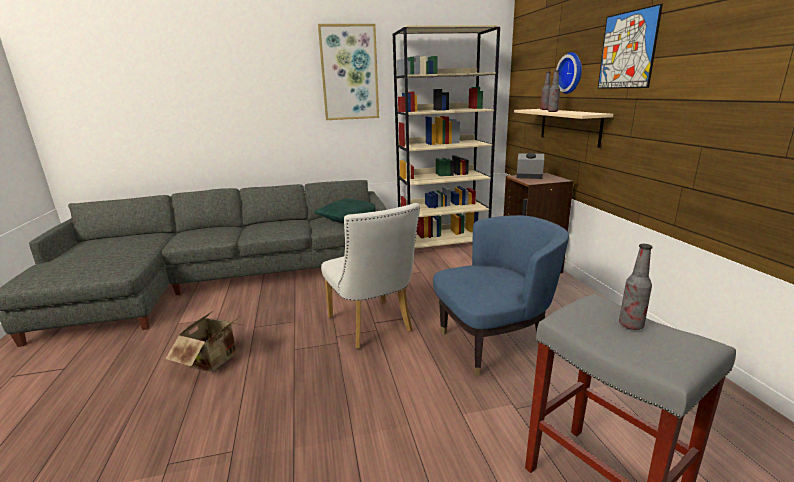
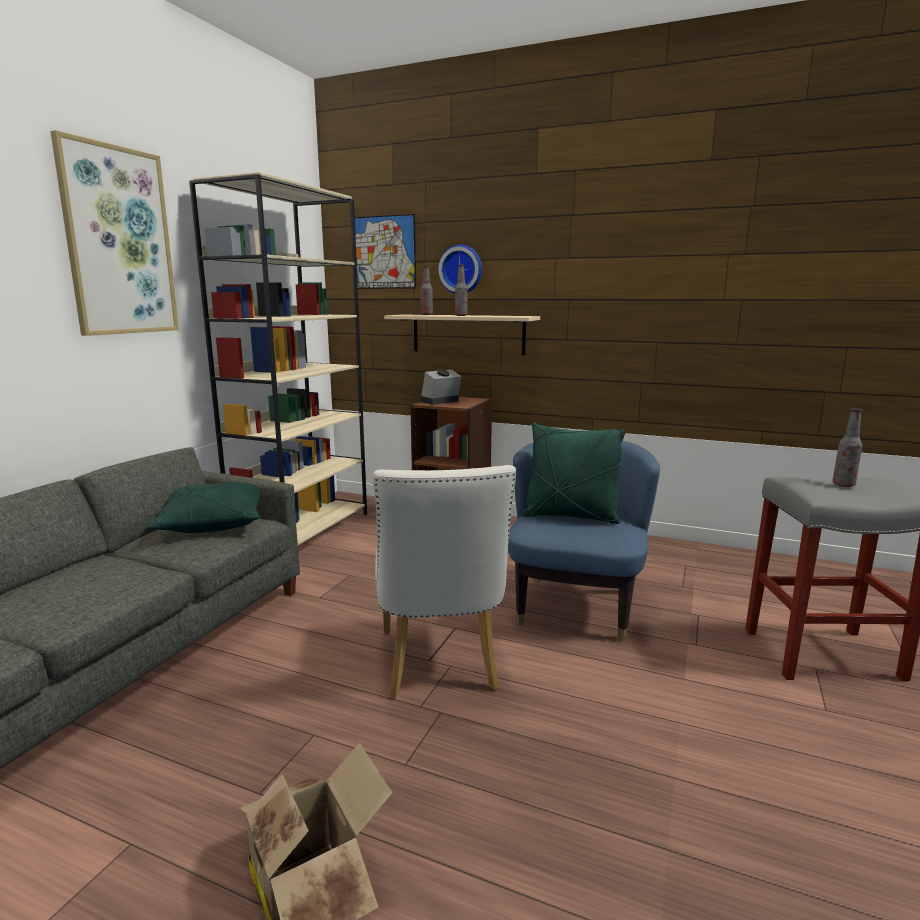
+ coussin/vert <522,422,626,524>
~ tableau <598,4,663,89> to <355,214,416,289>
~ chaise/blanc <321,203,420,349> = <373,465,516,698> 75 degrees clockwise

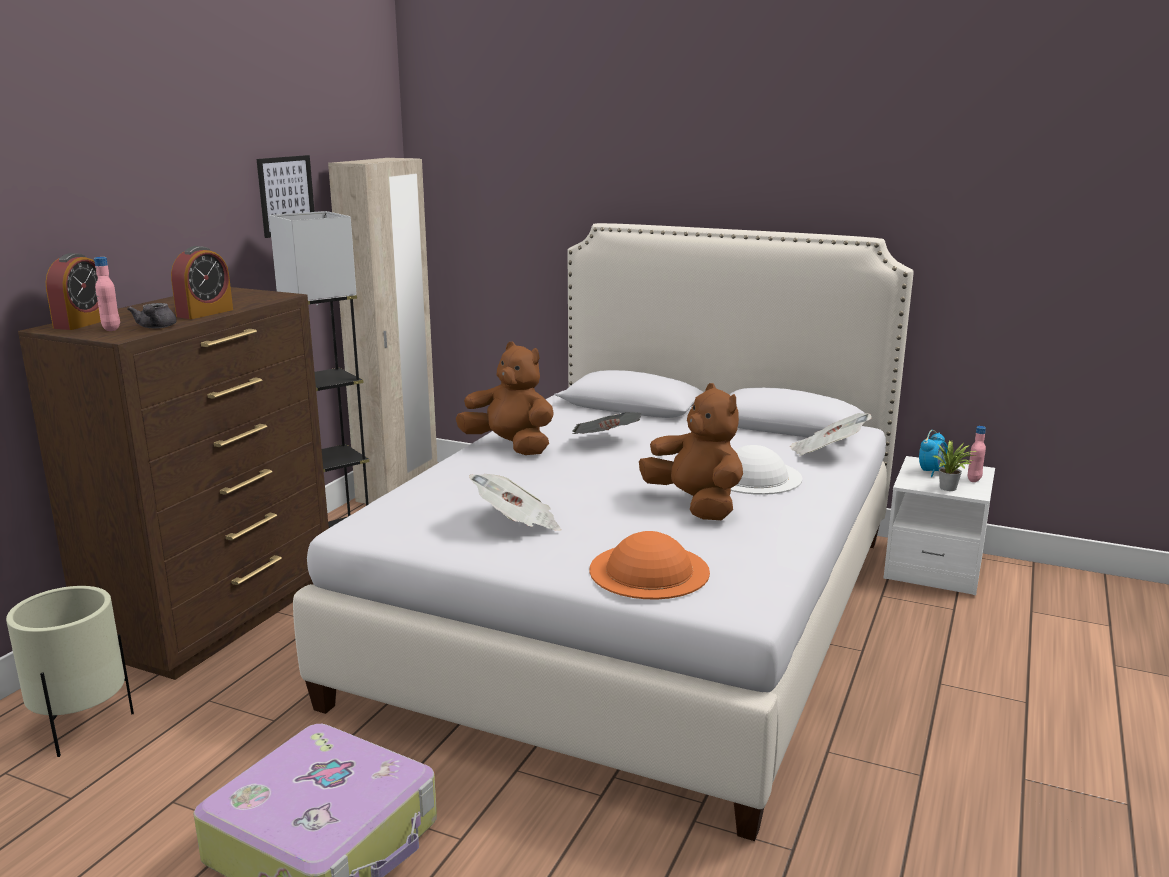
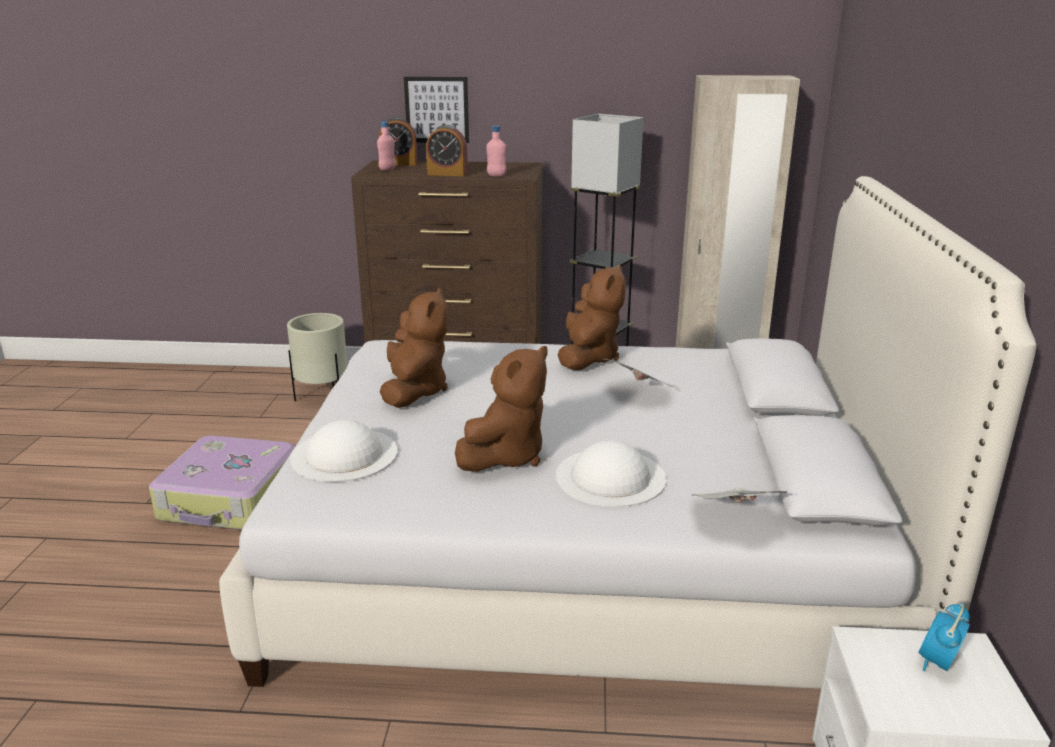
- théière/gris <127,303,176,328>
- plante en pot <933,441,978,491>
~ tableau <257,155,315,238> to <404,77,469,143>
~ bouteille/rose <968,426,986,482> to <486,126,507,177>
~ journal <469,474,561,531> to peluche/marron <380,287,448,408>
~ chapeau/orange <589,531,710,599> to chapeau/blanc <290,420,398,482>
~ réveil <919,430,948,477> = <918,603,970,672> 105 degrees clockwise

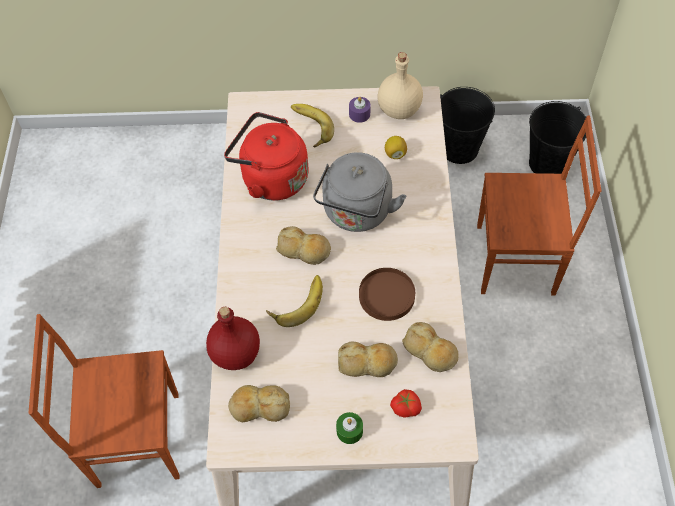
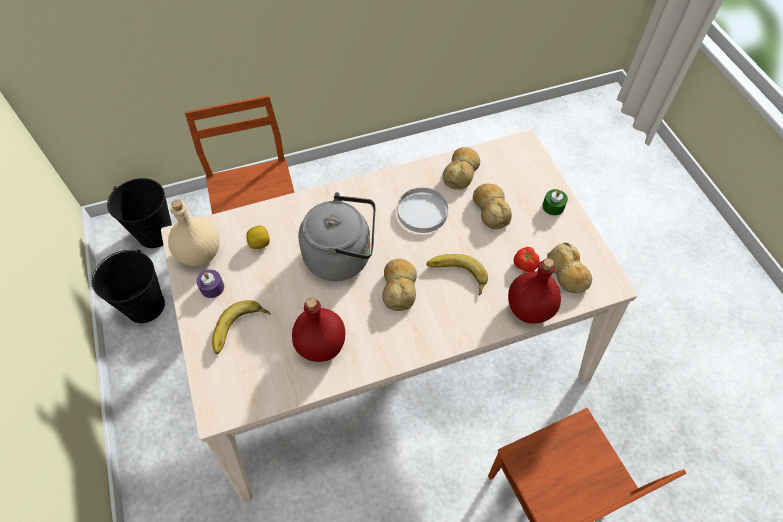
~ tomate <390,389,422,418> to <514,247,540,272>
~ bouilloire/rouge <224,112,309,201> to bouteille/rouge <292,298,345,362>
~ assiette/marron <359,268,415,321> to assiette/blanc <397,188,448,233>

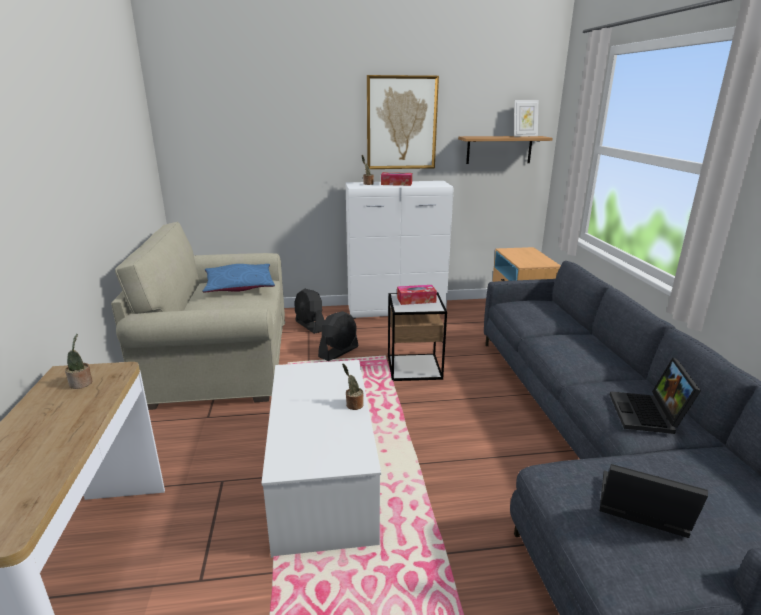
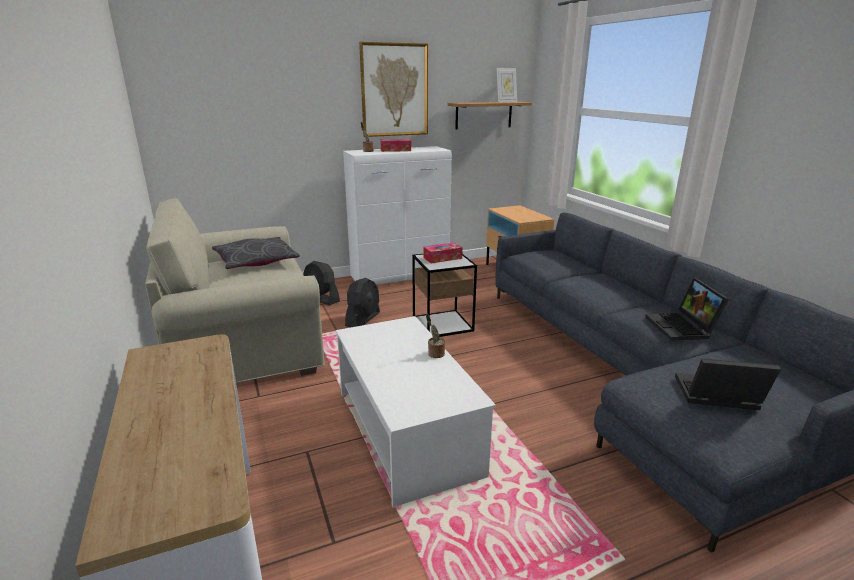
- plante en pot <65,334,92,389>
~ coussin/bleu <203,264,275,293> to coussin/gris <212,237,300,269>

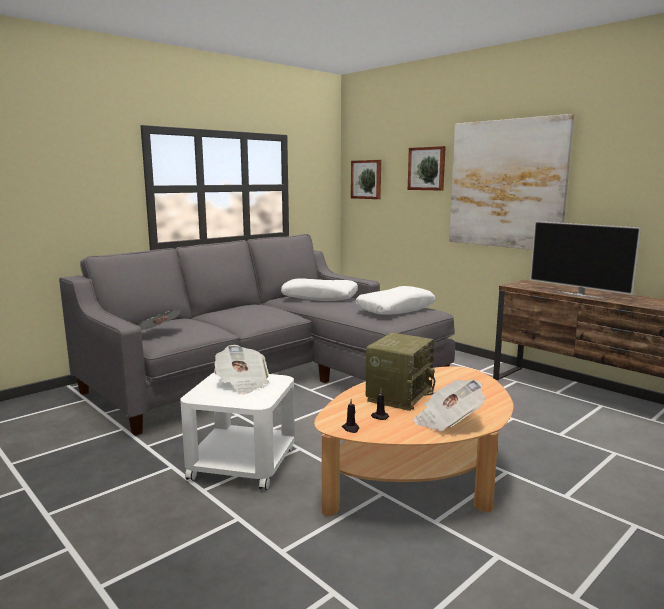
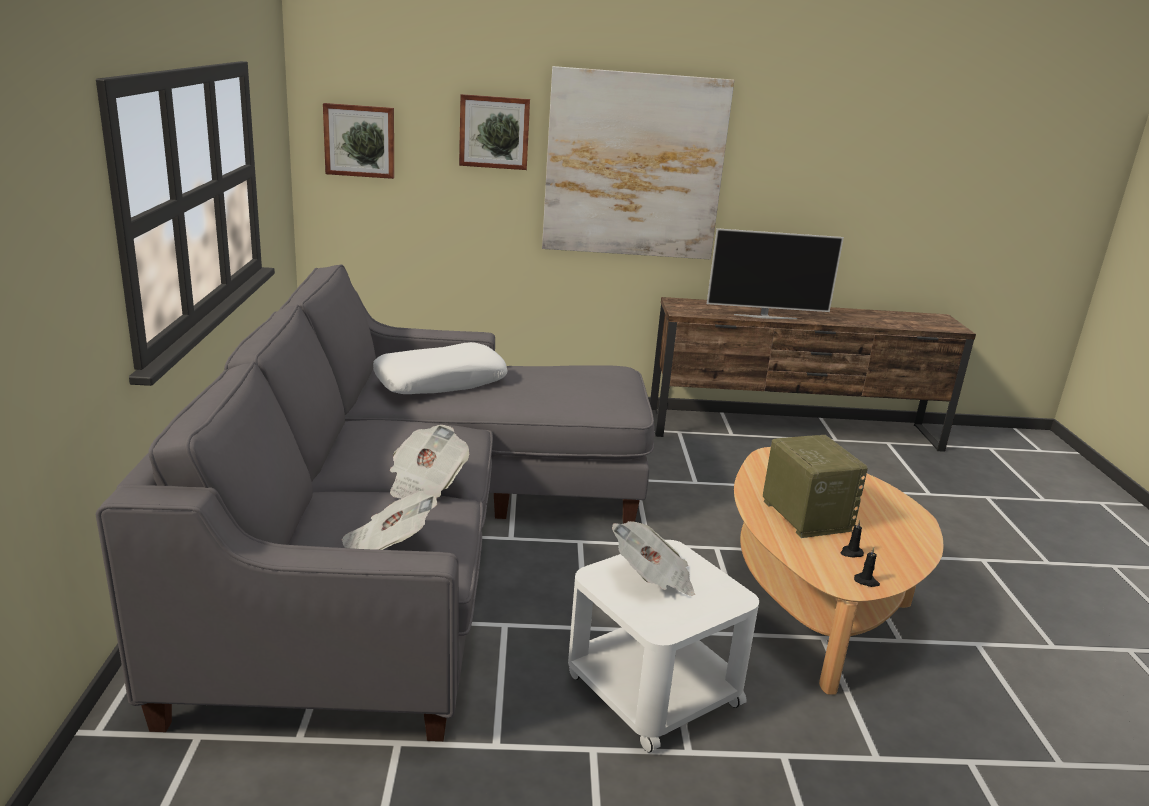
- coussin/blanc <356,286,435,315>
~ journal <413,380,485,432> to <390,425,469,499>

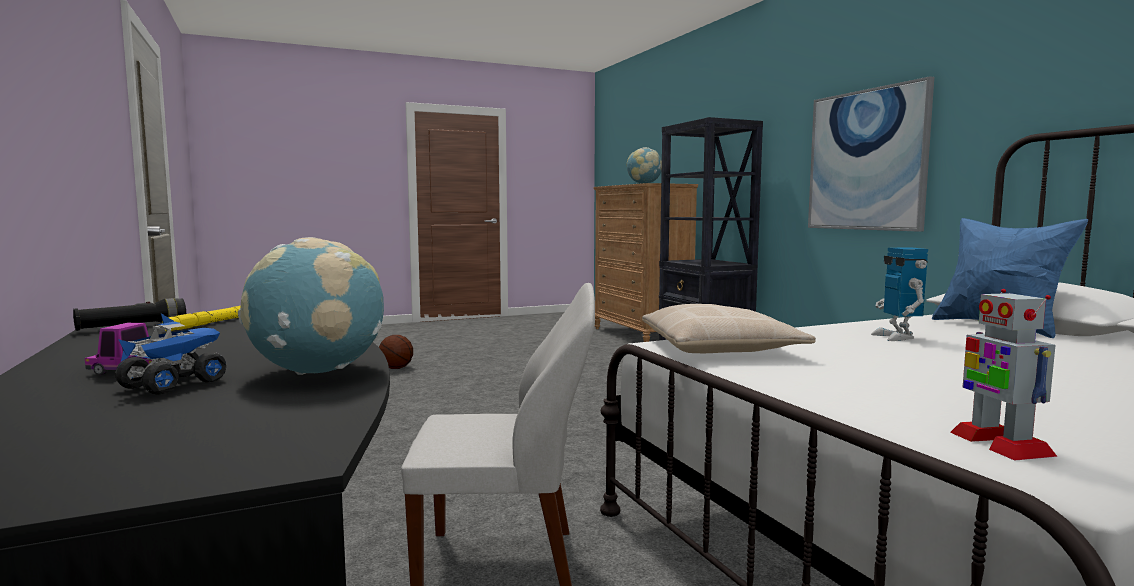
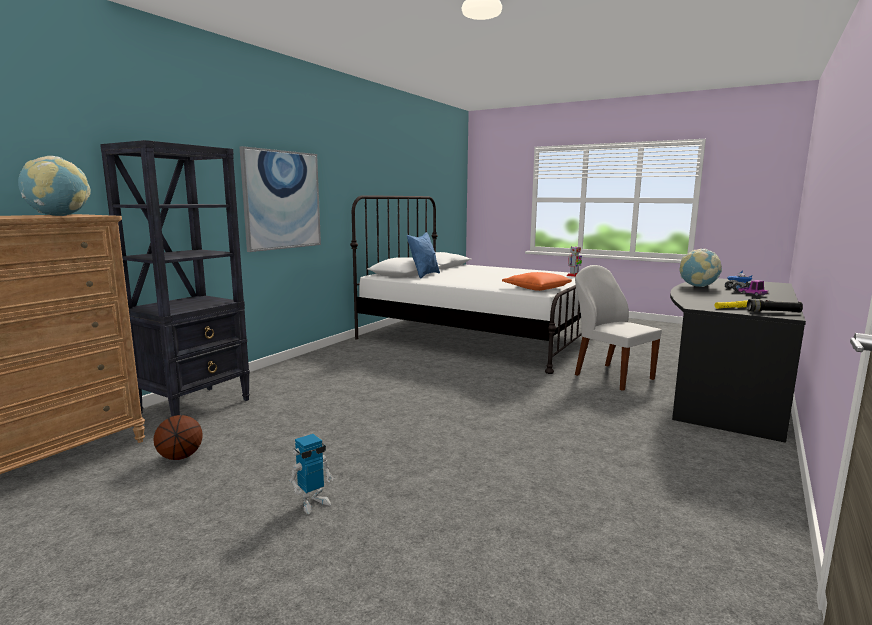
~ ballon de basket <379,335,413,369> to <154,415,203,460>
~ robot jouet <871,248,928,341> to <290,434,334,514>
~ coussin/beige <642,304,816,353> to coussin/orange <502,272,572,291>

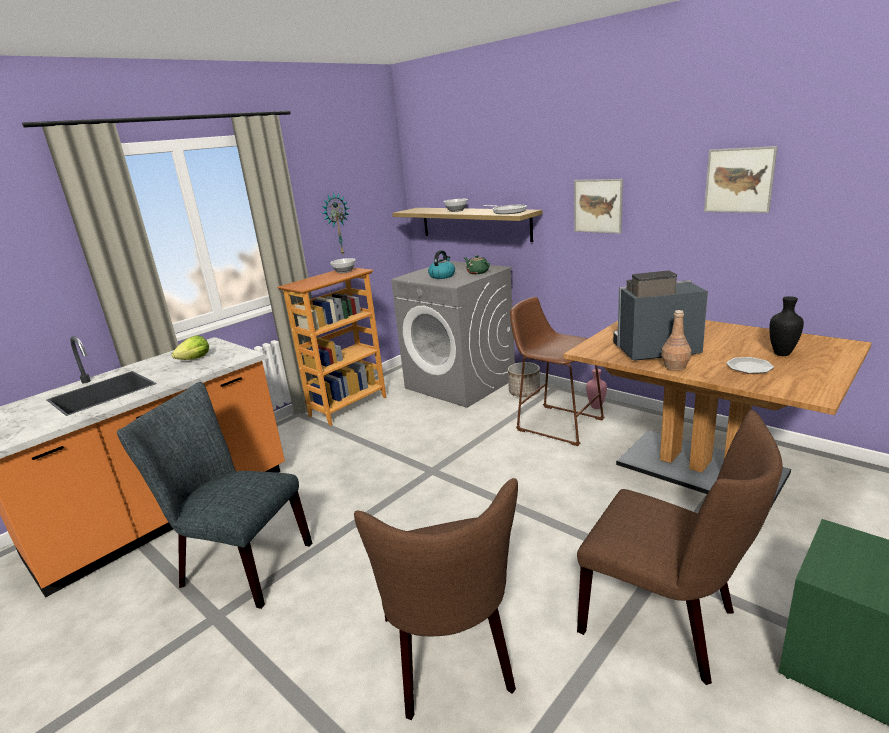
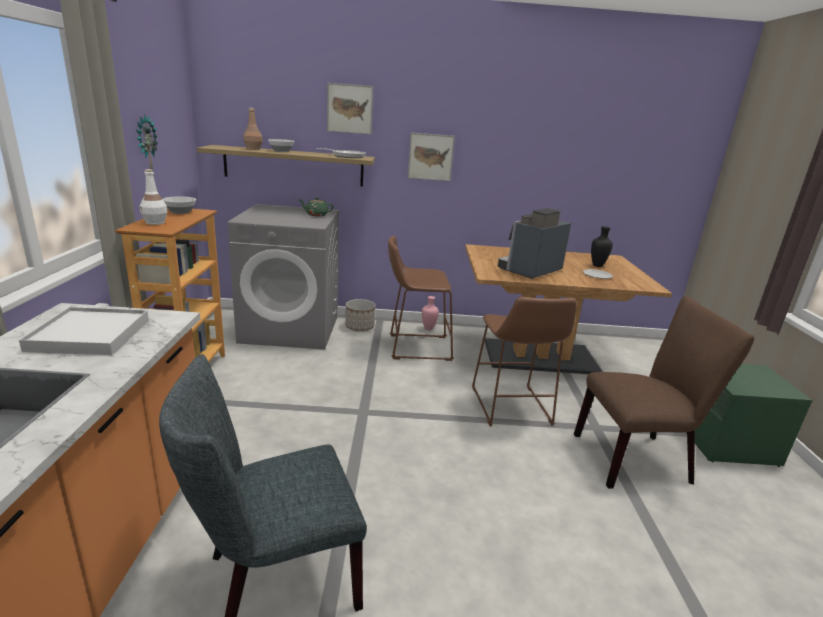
- chaise/marron <354,478,518,720>
- bouilloire <428,250,455,279>
+ bouteille/blanc <140,169,168,225>
+ tabouret/marron <472,297,577,427>
~ bouteille/marron <661,310,691,371> to <243,107,263,150>
~ tableau <704,146,778,213> to <327,83,374,135>
~ laitue <172,335,209,360> to plateau/blanc <19,307,149,355>

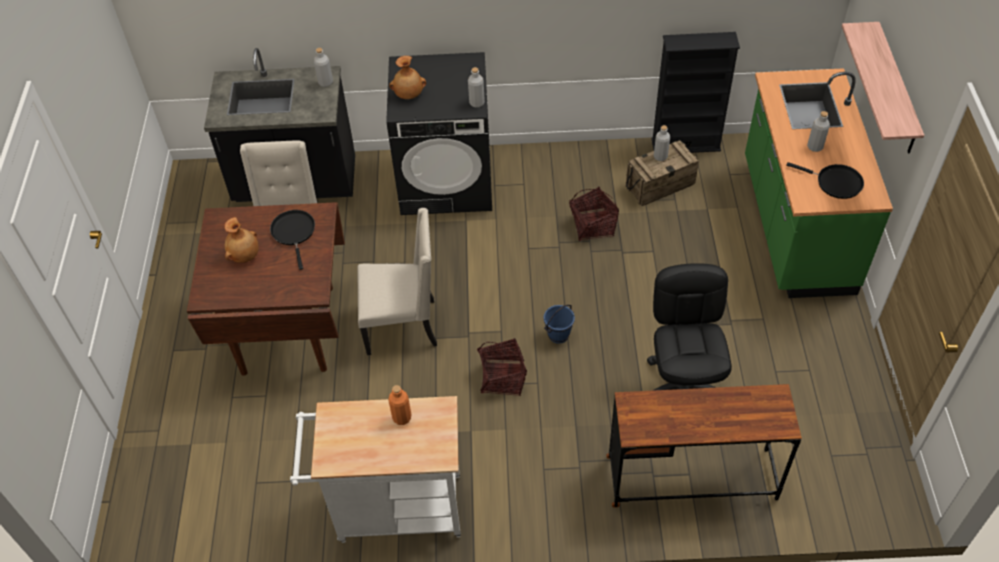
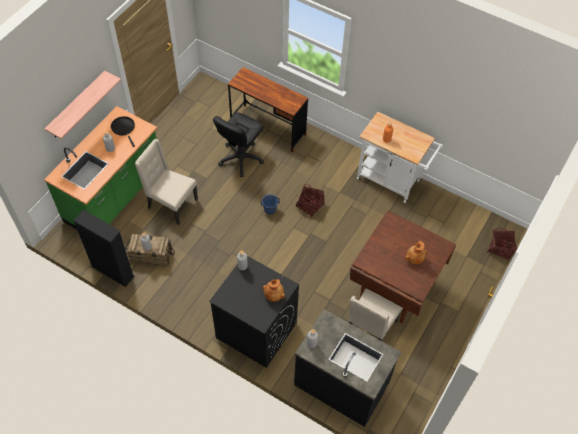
- poêle/noir <270,210,315,270>
~ chaise/beige <357,208,437,355> to <135,139,198,225>
~ panier <569,187,619,241> to <488,228,517,260>

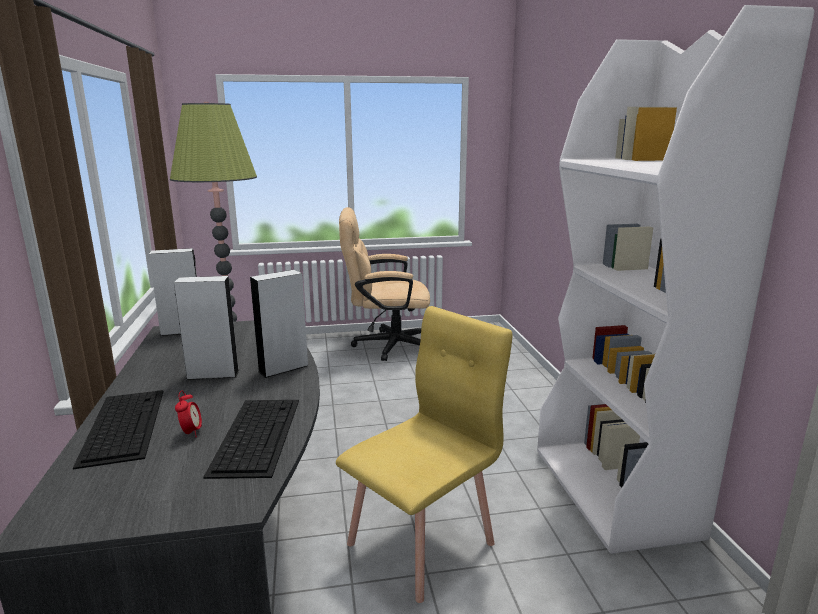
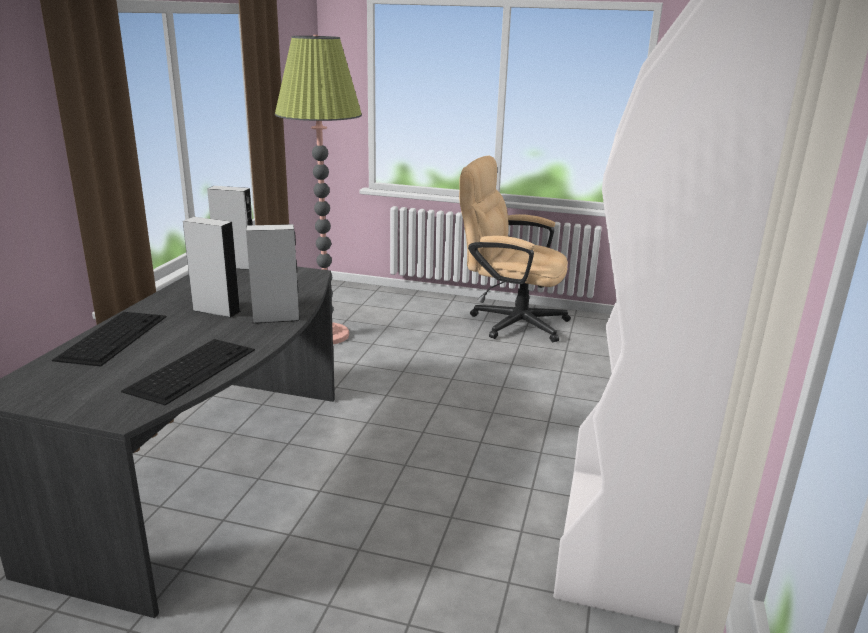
- réveil <175,391,202,437>
- chaise/jaune <336,306,512,603>

